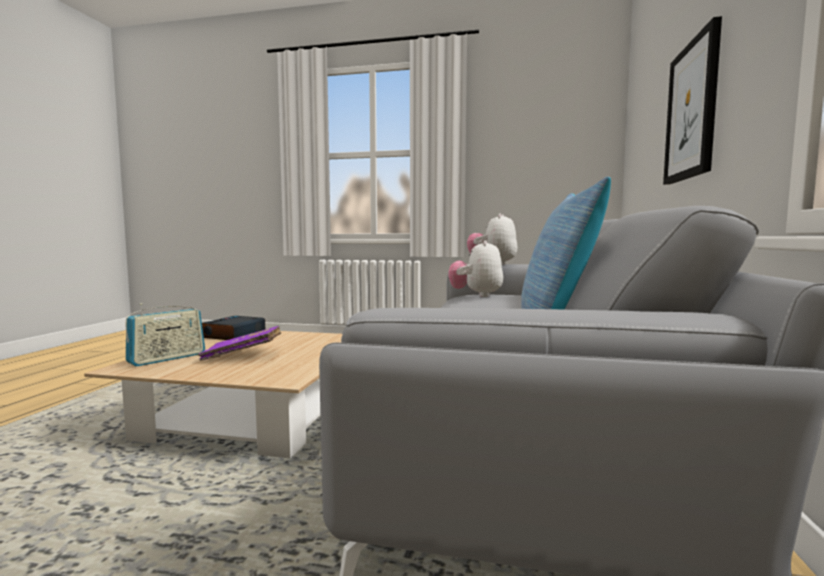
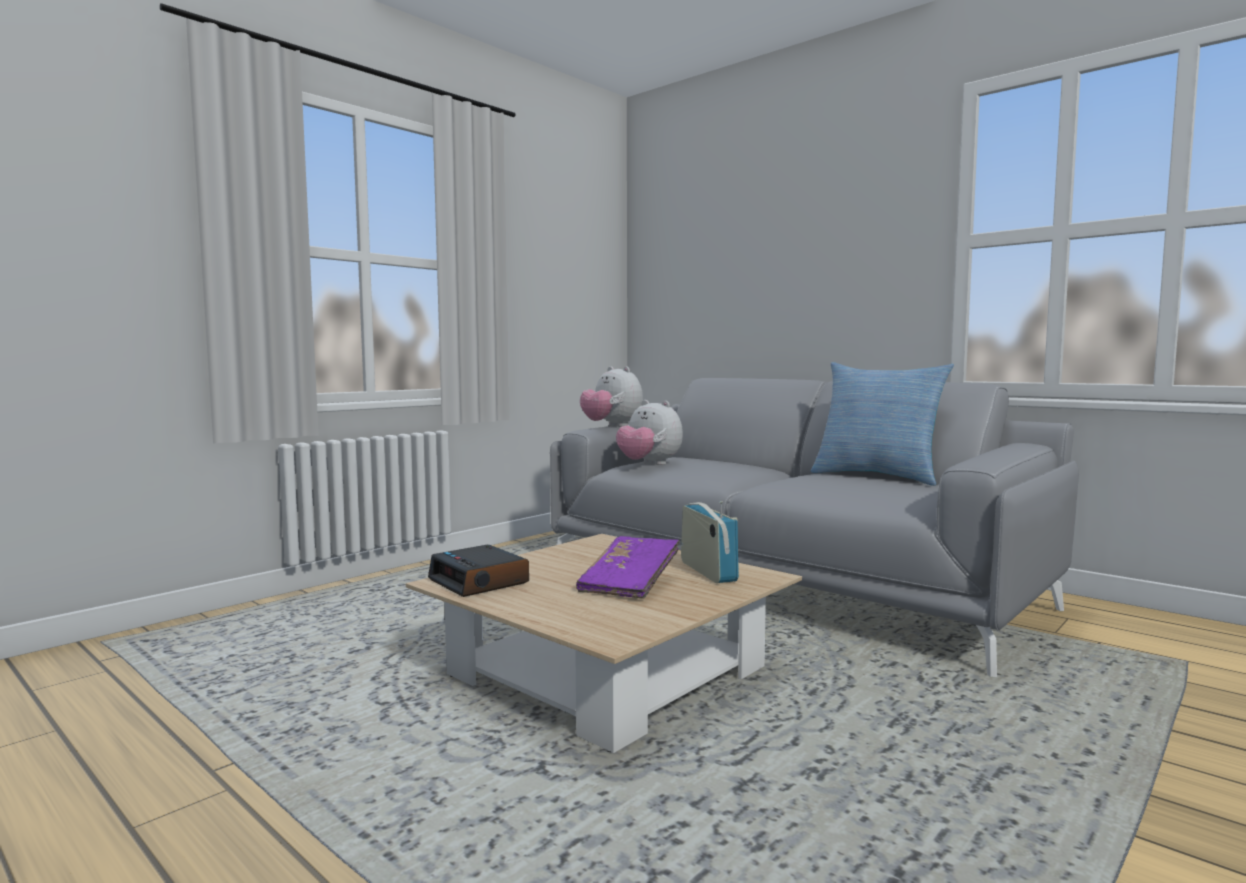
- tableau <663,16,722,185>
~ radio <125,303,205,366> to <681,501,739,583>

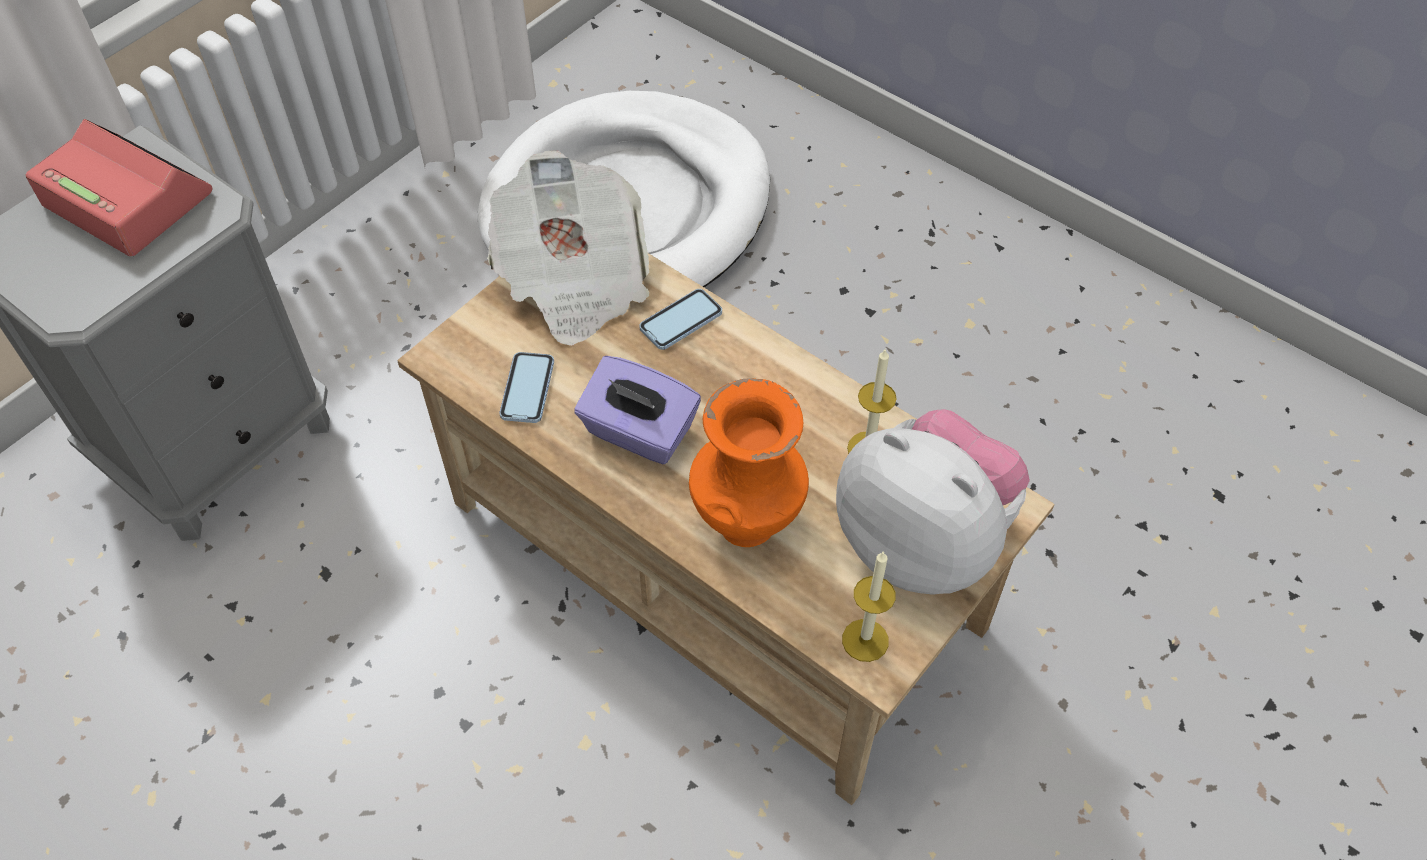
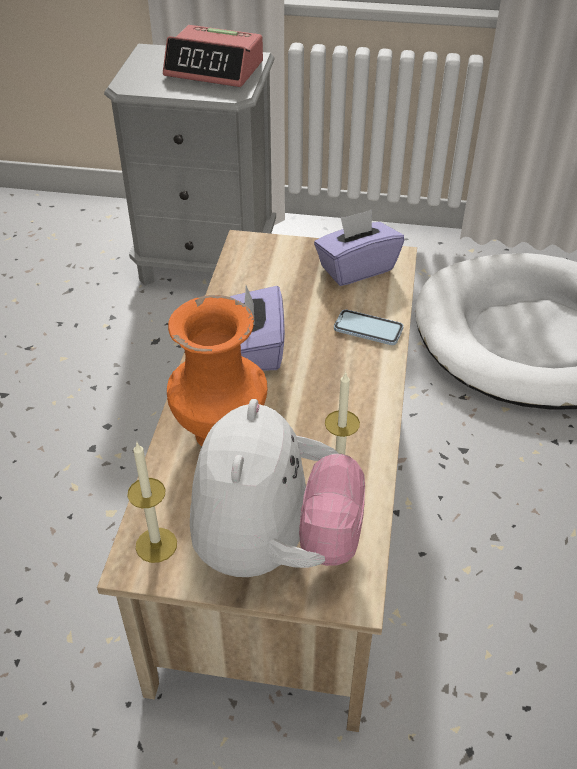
- téléphone <499,352,554,423>
~ journal <487,150,649,346> to boîte à mouchoirs/violet <314,210,404,286>
~ réveil <26,119,212,257> = <163,25,263,87> 105 degrees clockwise

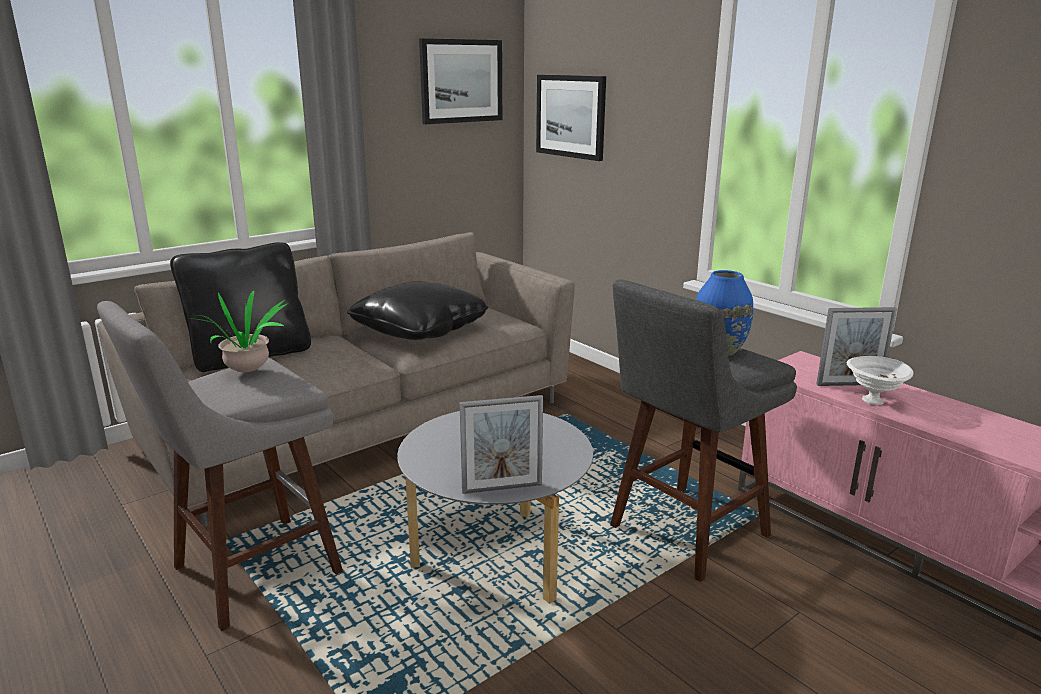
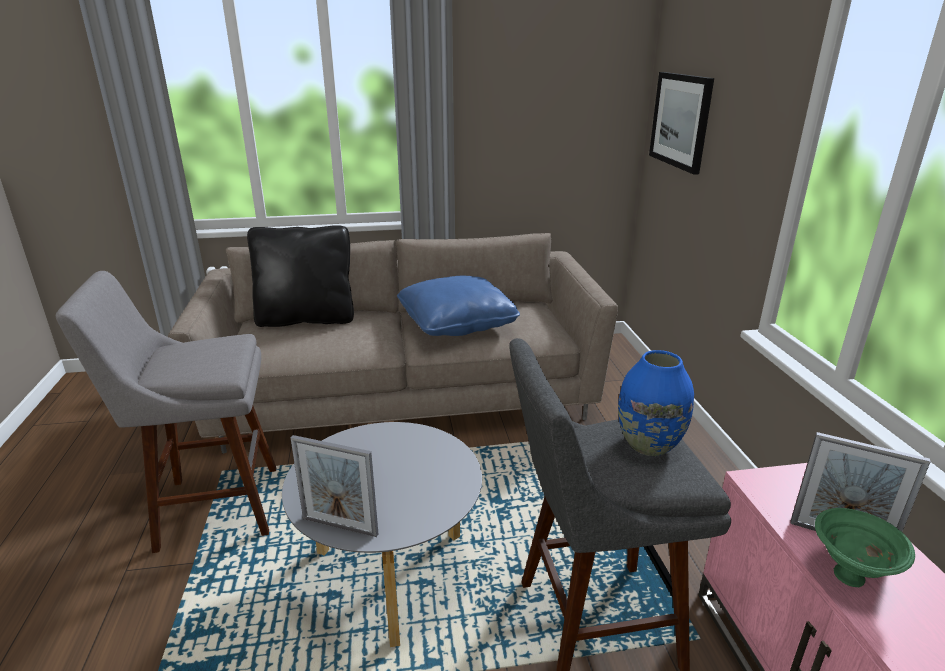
- plante en pot <189,291,288,372>
- tableau <419,38,502,124>
~ coussin/noir <347,281,489,340> to coussin/bleu <397,275,520,336>
~ bol/blanc <847,356,914,405> to bol/vert <815,508,915,587>

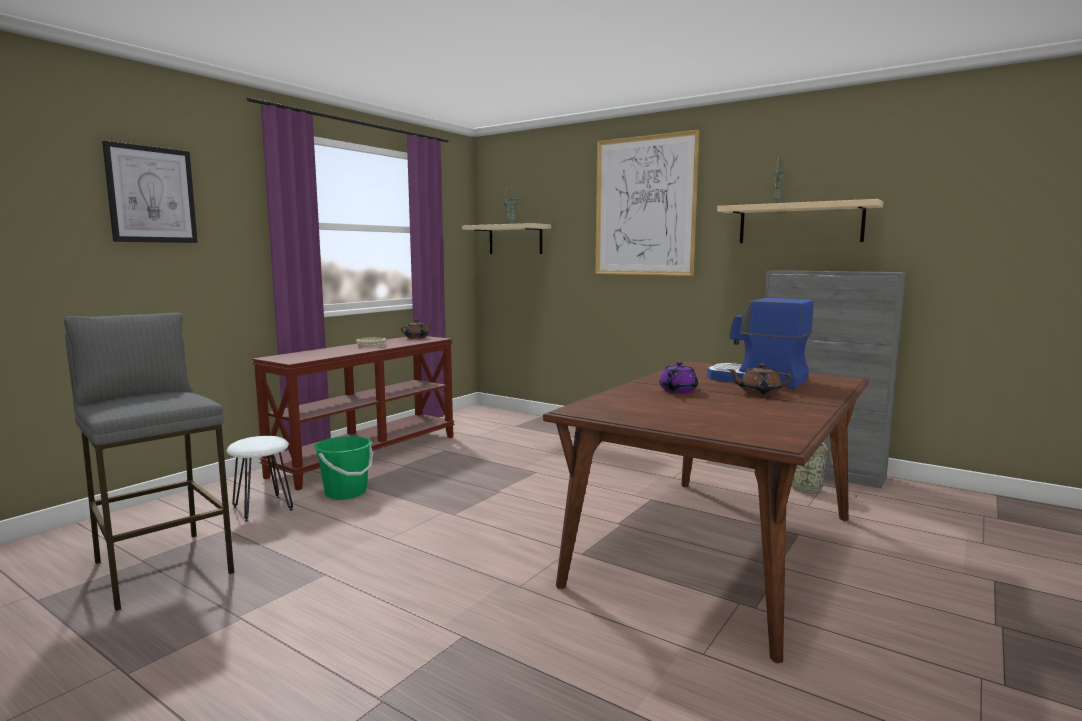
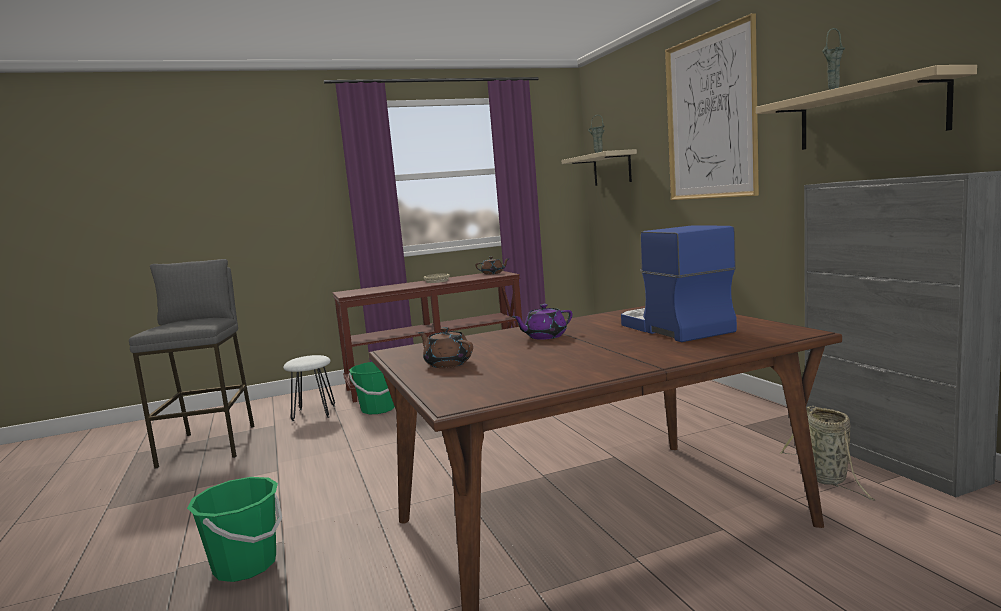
- tableau <102,140,198,243>
+ seau/vert <187,477,282,582>
~ théière/marron <728,363,792,396> to <418,327,473,368>

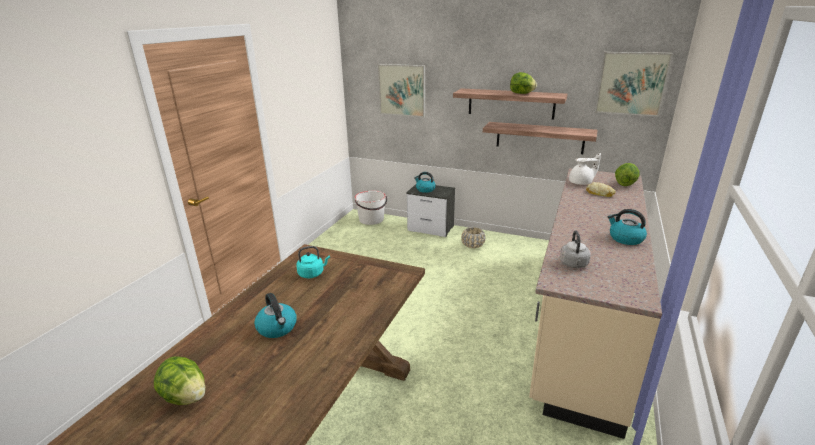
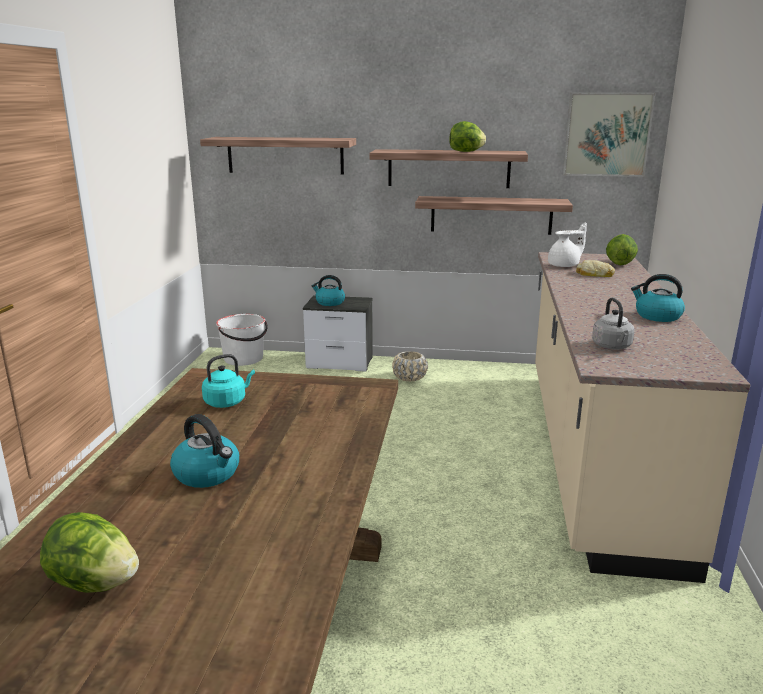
~ tableau <378,64,425,117> to étagère <200,137,356,175>

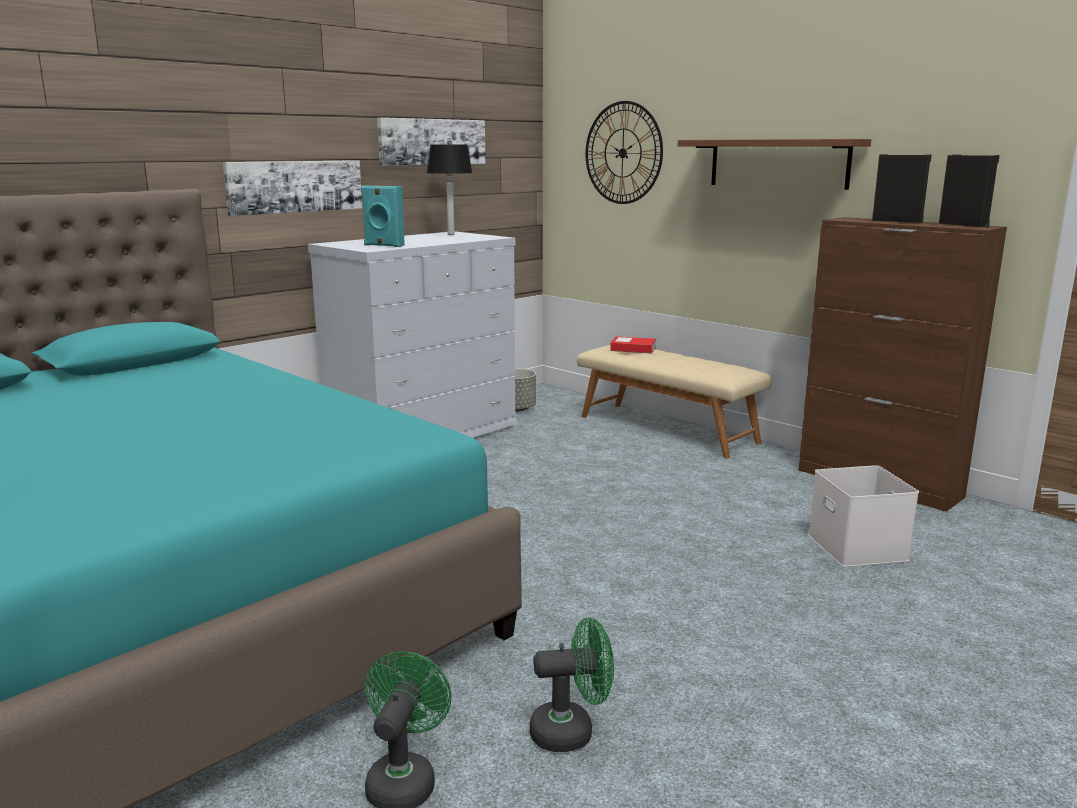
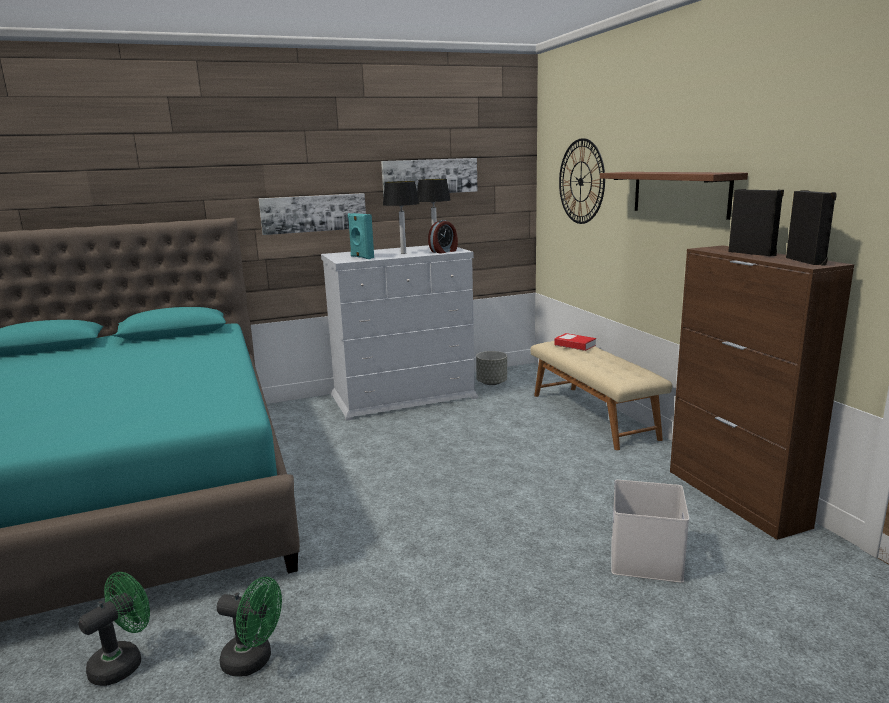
+ lampe de table <383,181,420,254>
+ réveil <428,220,458,254>

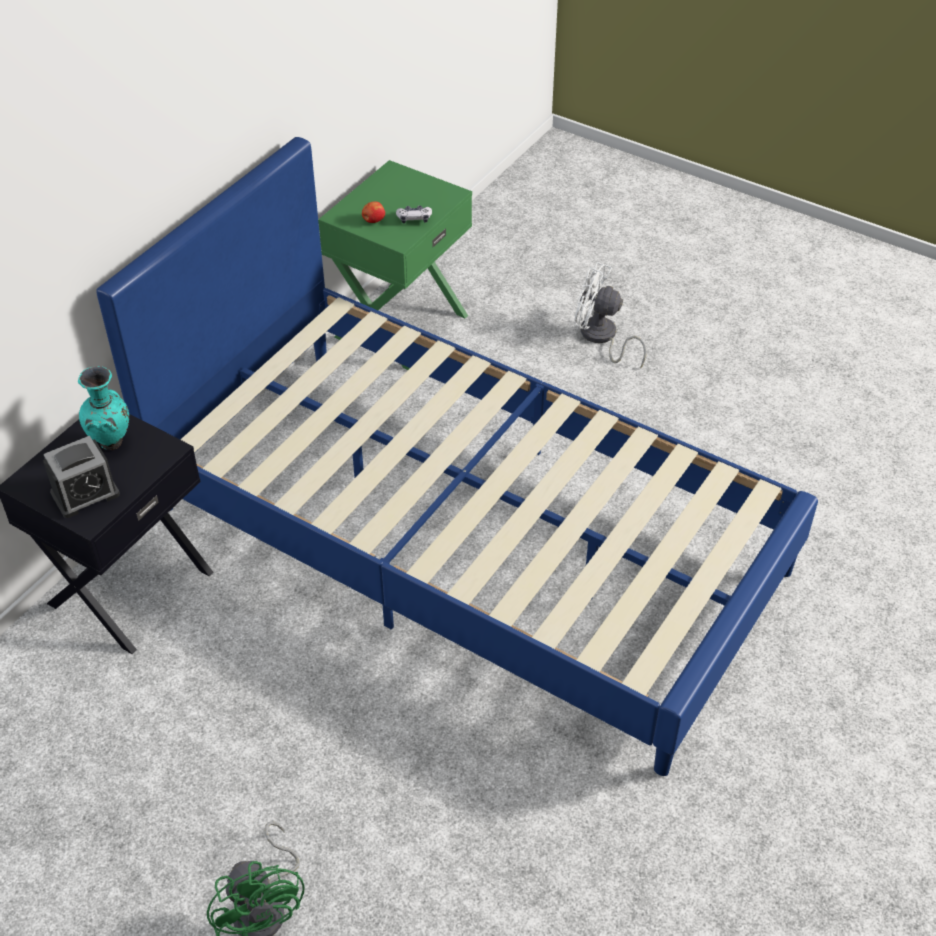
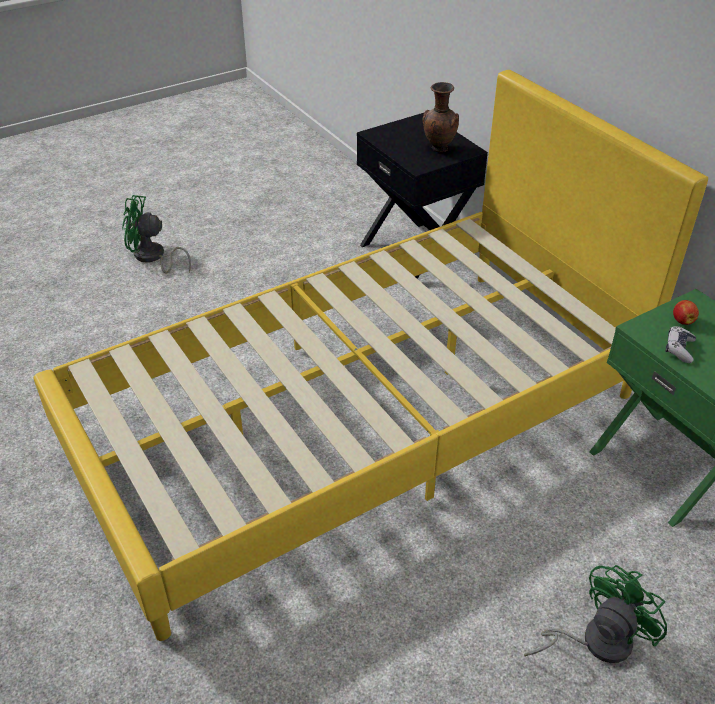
- réveil <43,436,120,518>
~ vase/turquoise <78,366,129,450> to vase/marron <422,82,459,152>
~ lit/bleu <96,137,818,776> to lit/jaune <33,70,708,641>
~ ventilateur/blanc <575,262,647,369> to ventilateur/vert <524,565,667,663>

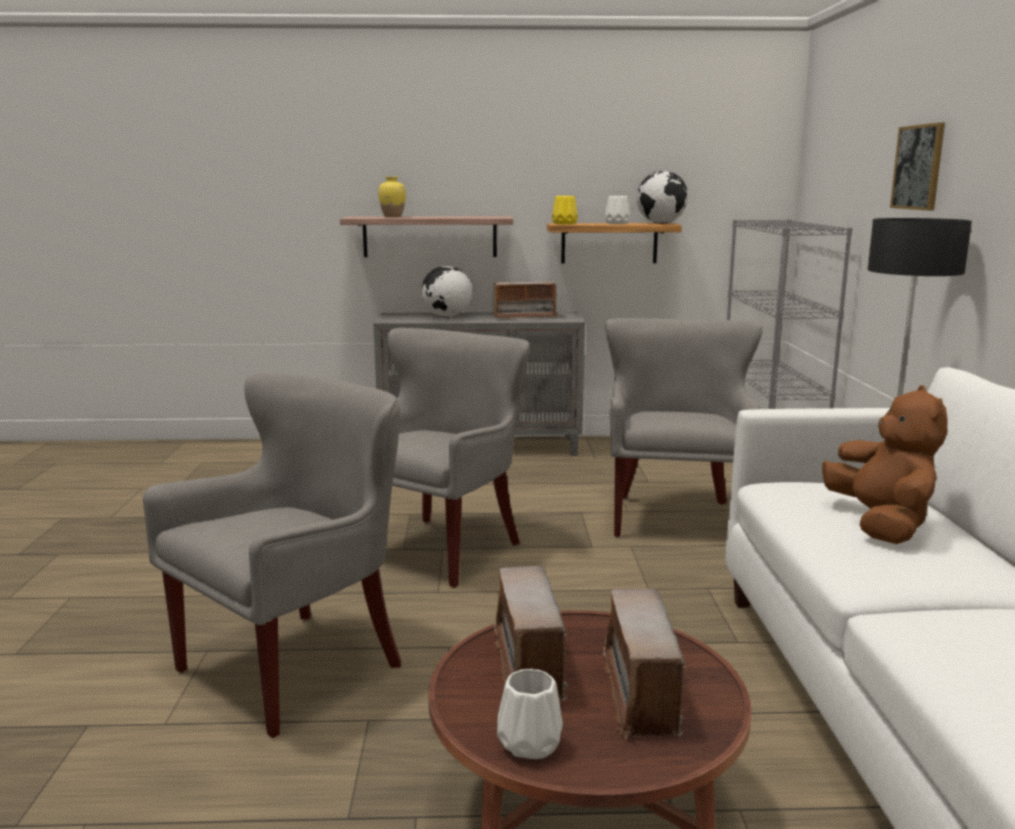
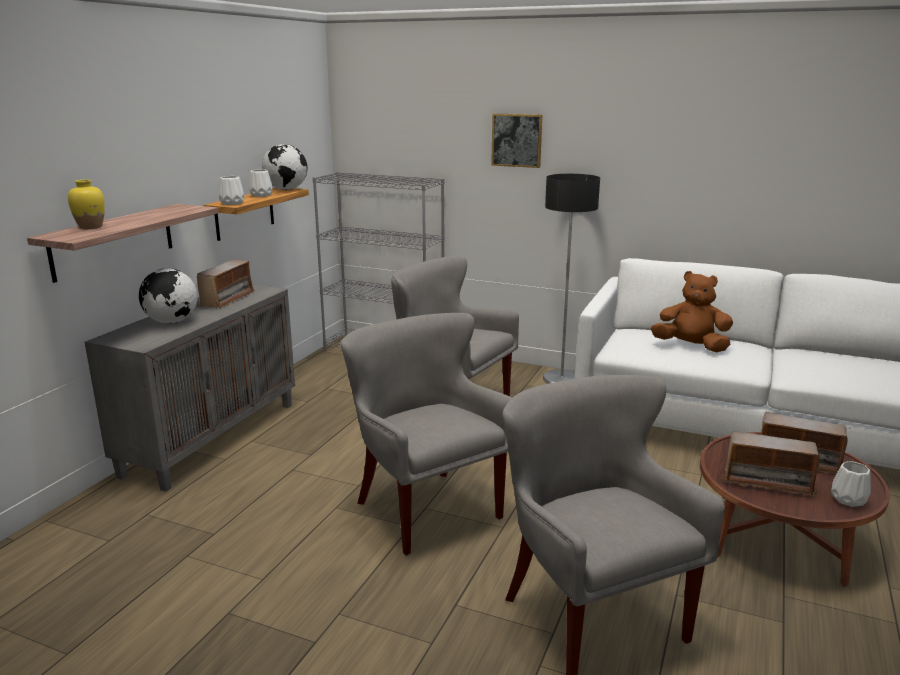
~ vase/jaune <552,196,578,224> to vase/blanc <219,176,244,205>

